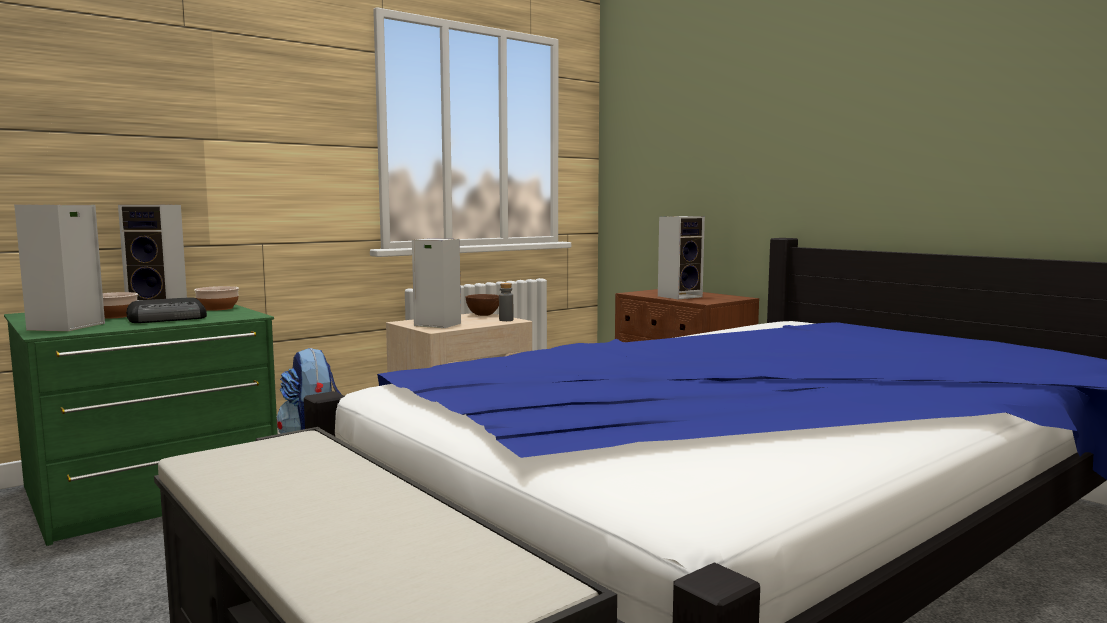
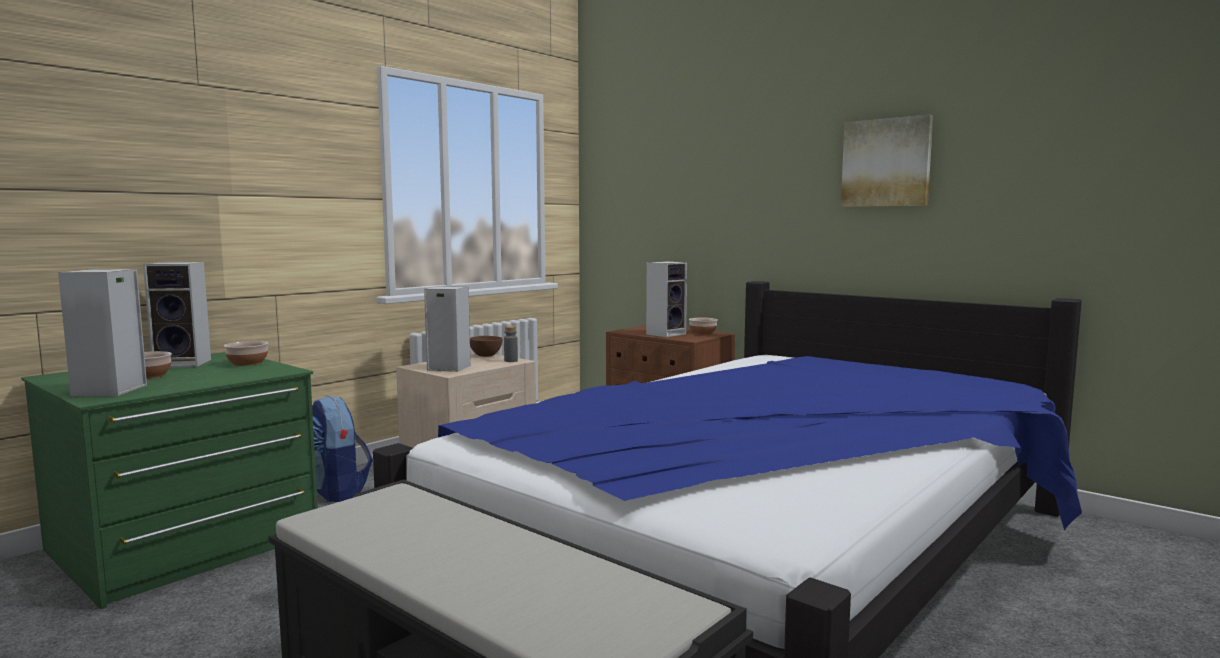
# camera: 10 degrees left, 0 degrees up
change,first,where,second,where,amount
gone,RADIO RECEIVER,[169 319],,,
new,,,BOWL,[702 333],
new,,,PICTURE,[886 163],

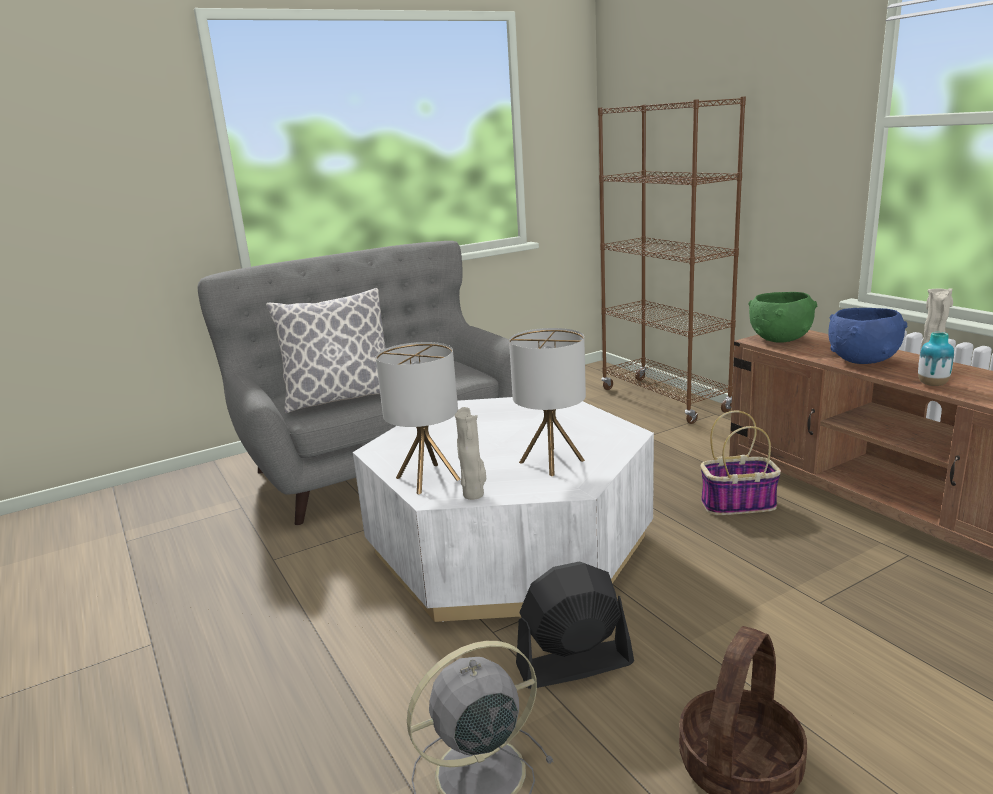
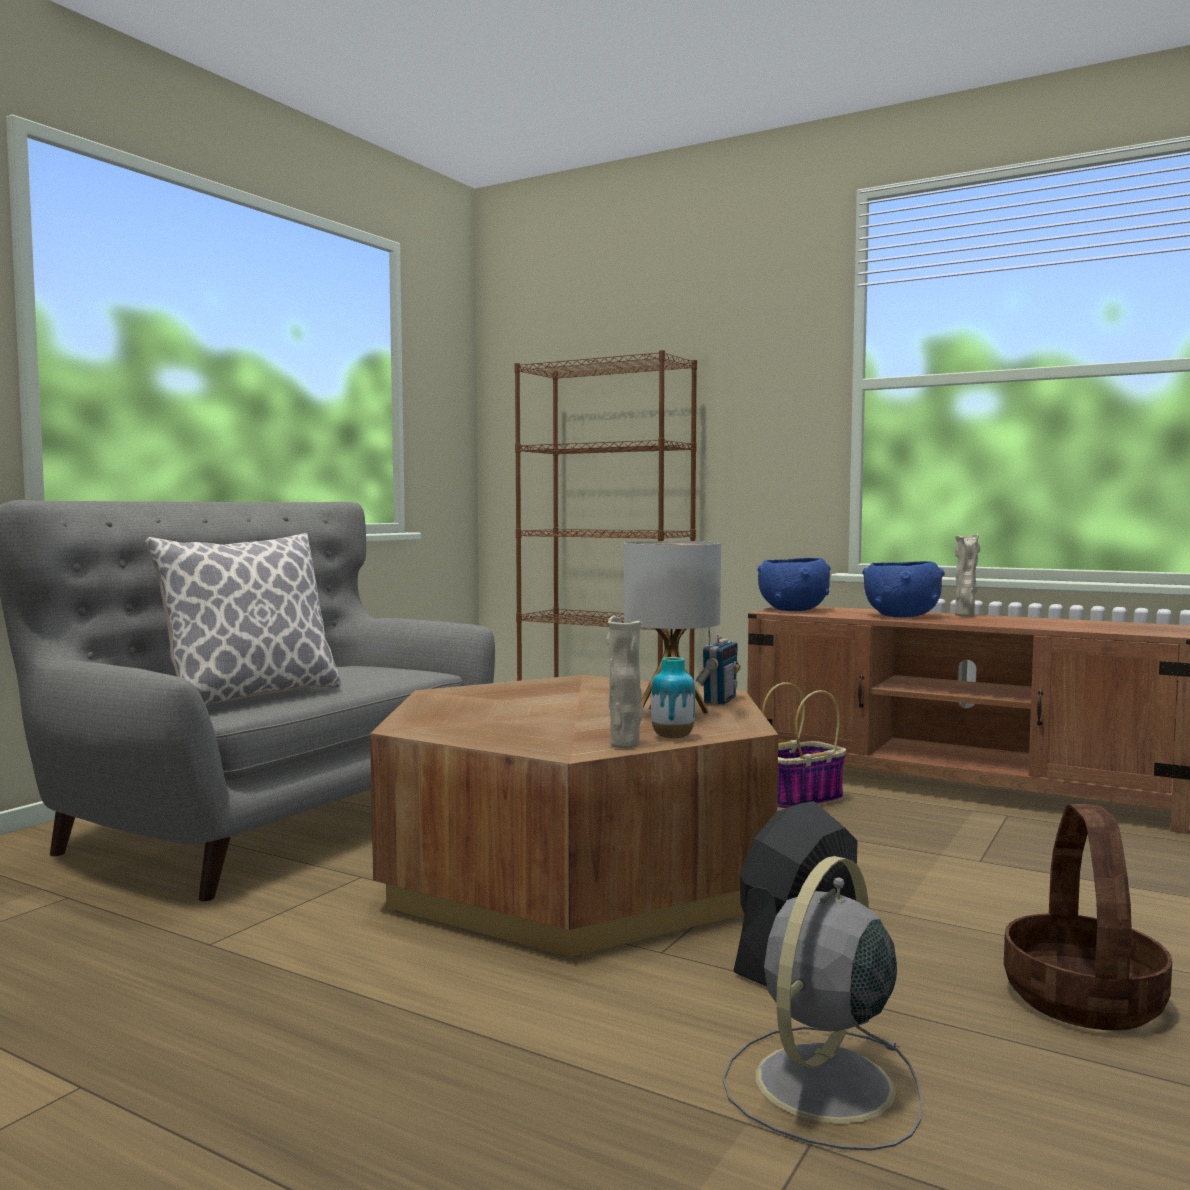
# camera: 30 degrees left, 15 degrees down
change,first,where,second,where,amount
gone,TABLE LAMP,[428 478],,,
new,,,RADIO RECEIVER,[718 700],
shifted,FLOWER VASE,[932 384],,[672 737],
repainted,WHITISH COFFEE TABLE,[510 545],BROWN COFFEE TABLE,[577 871],
repainted,GREEN BOWL,[779 339],BLUE BOWL,[793 610],

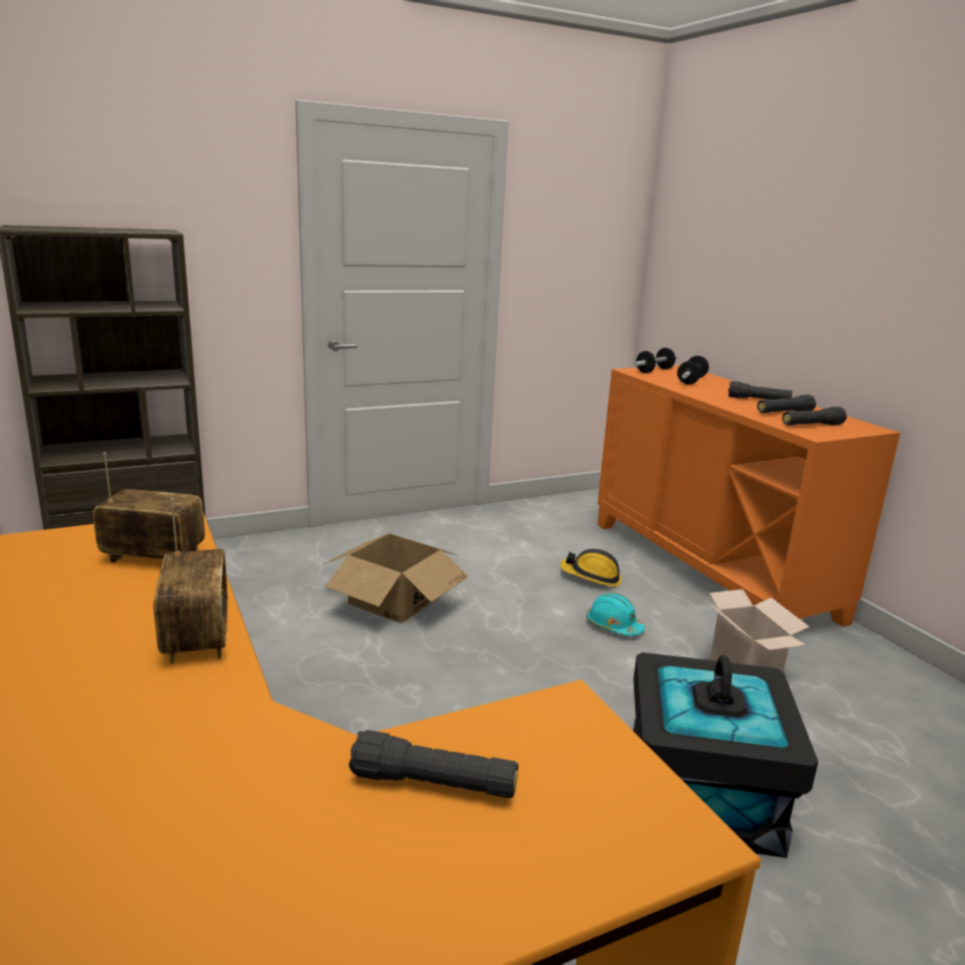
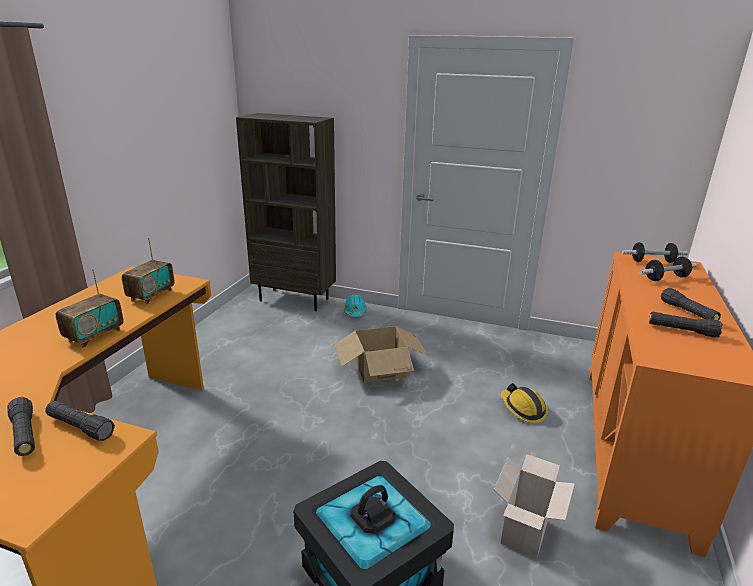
# camera: 45 degrees right, 5 degrees up
change,first,where,second,where,amount
shifted,BLUE-GREEN WORK HELMET,[613 626],,[355 312],
shifted,BLACK HAND TORCH,[812 425],,[80 427],
rotated,RADIO RECEIVER,[154 557],,[151 295],60 degrees clockwise

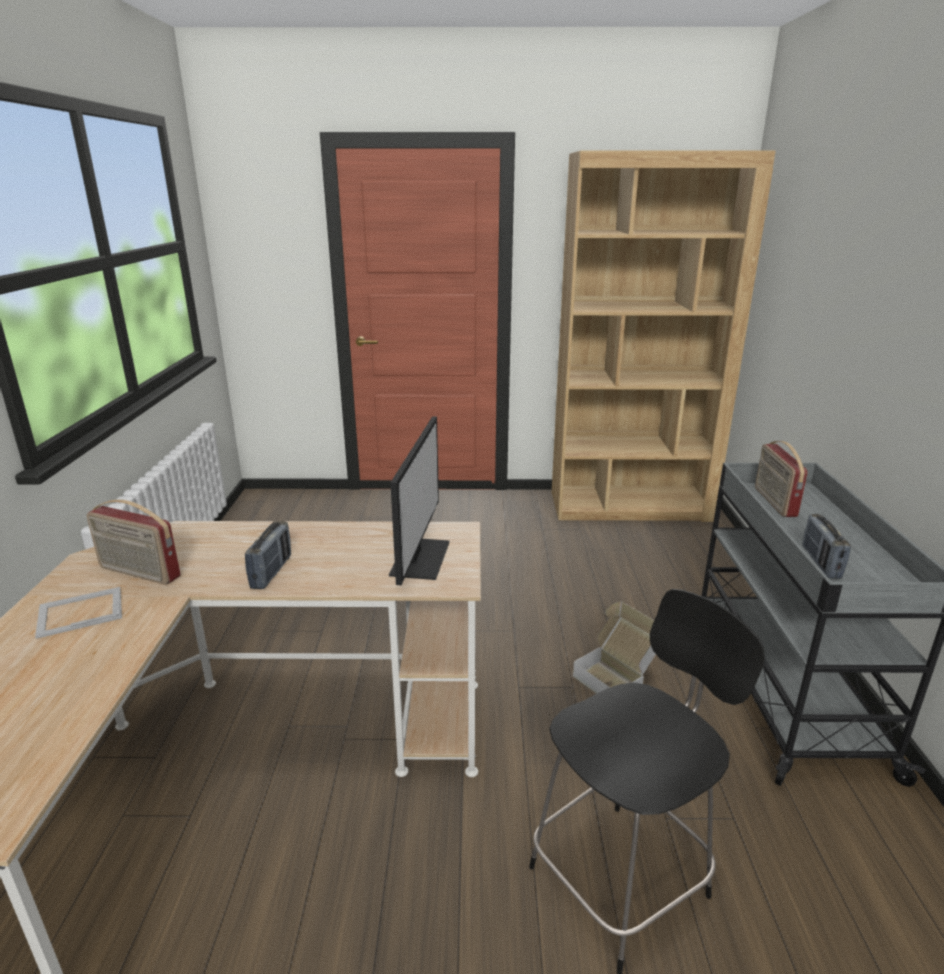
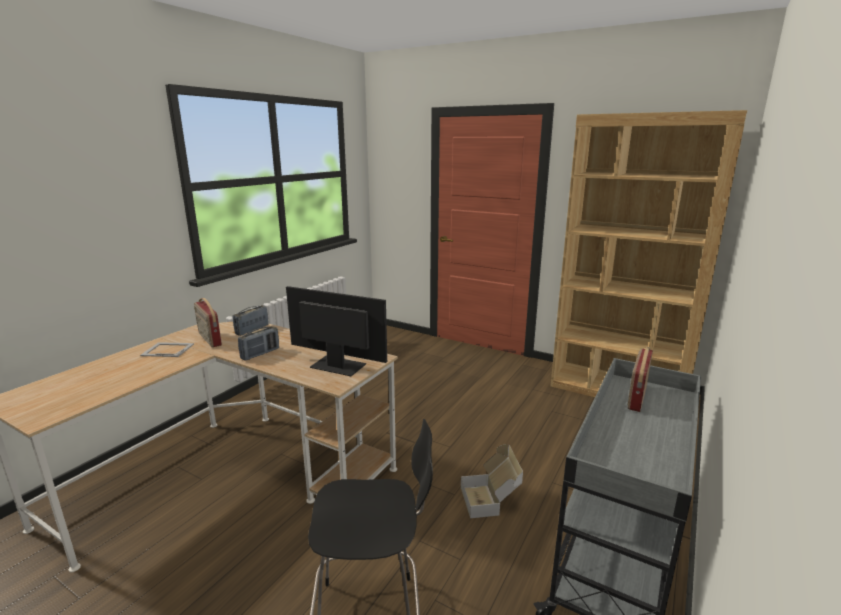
# camera: 30 degrees right, 5 degrees down
change,first,where,second,where,amount
shifted,RADIO RECEIVER,[820 562],,[252 330],
rotated,COMPUTER SCREEN,[419 557],,[337 366],105 degrees counterclockwise

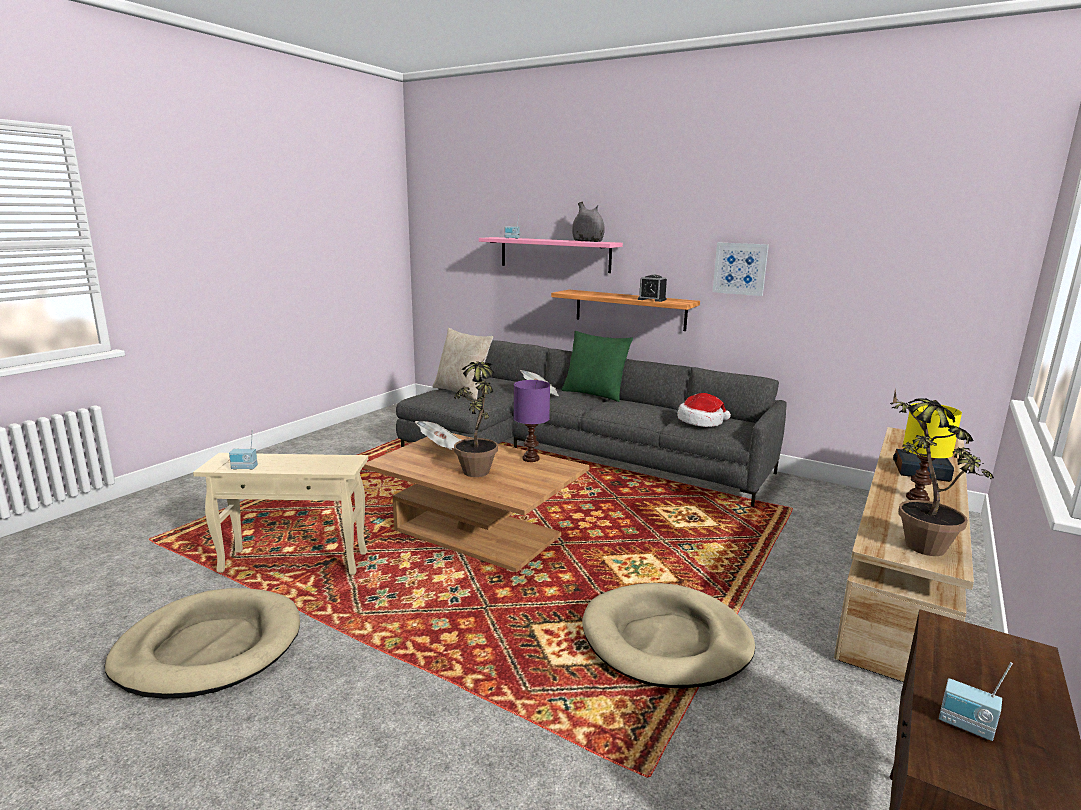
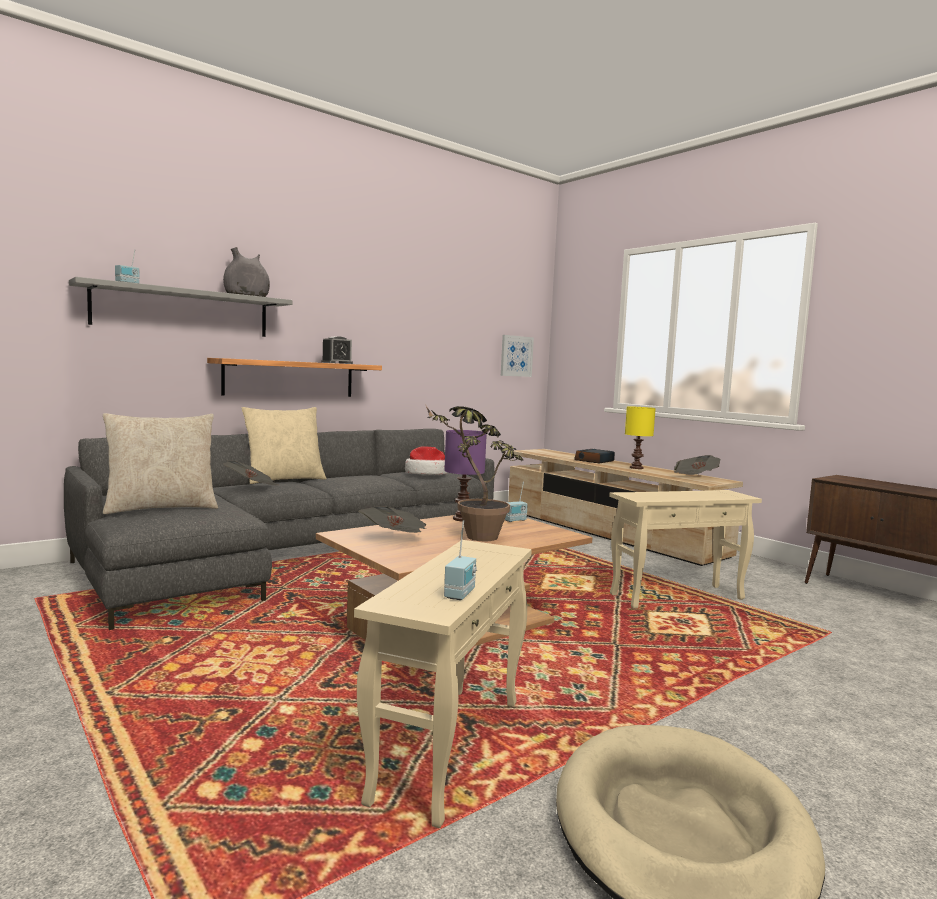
# camera: 70 degrees left, 10 degrees down
change,first,where,second,where,amount
shifted,PICTURE,[740 268],,[516 356],
shifted,RADIO RECEIVER,[965 726],,[515 520],
swapped,BEIGE PET BED,[666 640],BEIGE ACCENT TABLE,[677 597],
swapped,PLANT IN A POT,[915 540],PRINTED PAPER,[695 478],
repainted,PINKISH WALL SHELF,[554 254],GREY WALL SHELF,[183 311],
repainted,GREEN PILLOW,[595 394],BEIGE PILLOW,[284 480],

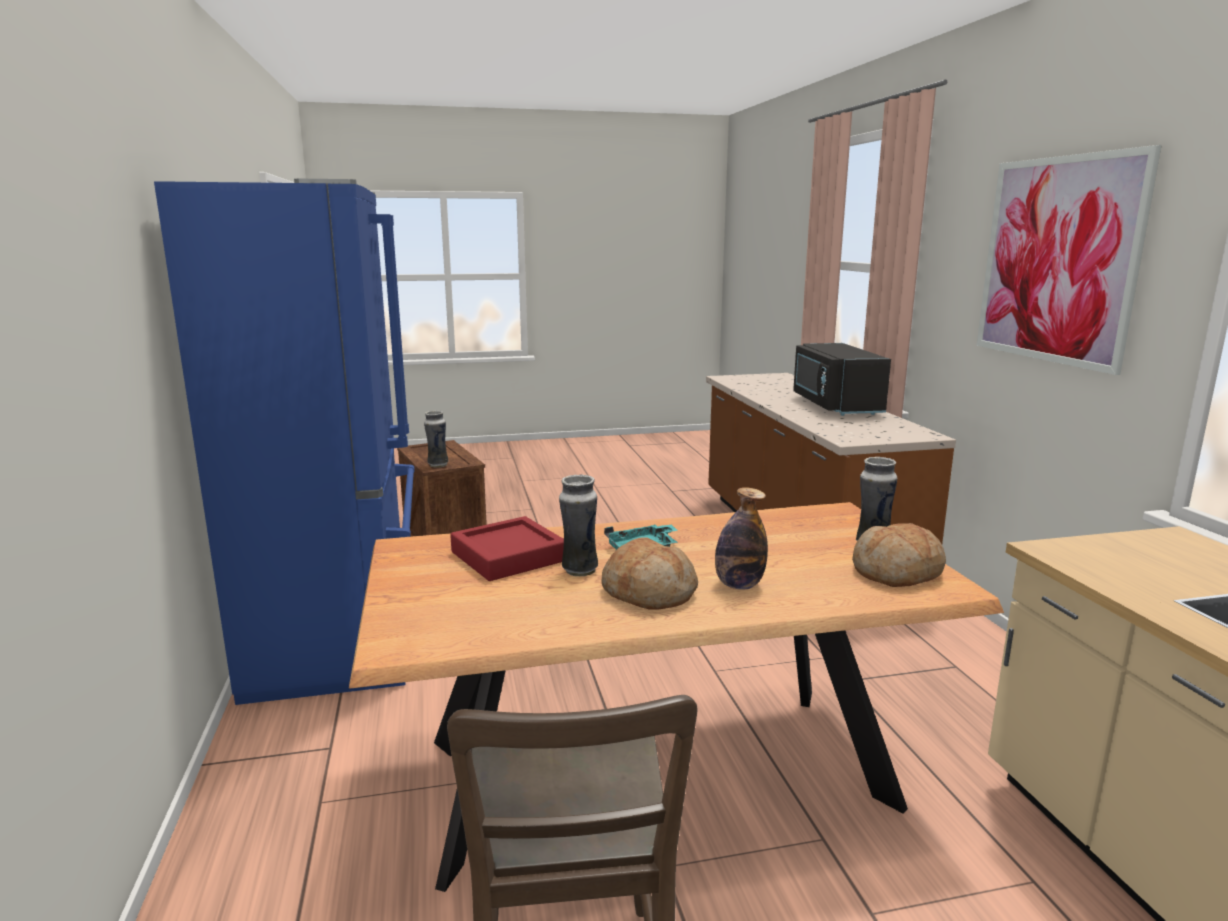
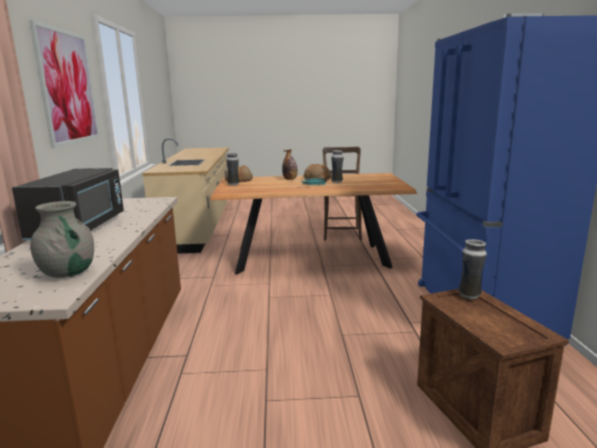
# camera: 170 degrees left, 0 degrees up
change,first,where,second,where,amount
gone,RED SERVING TRAY,[508 556],,,
new,,,GREY FLOWER VASE,[68 272],

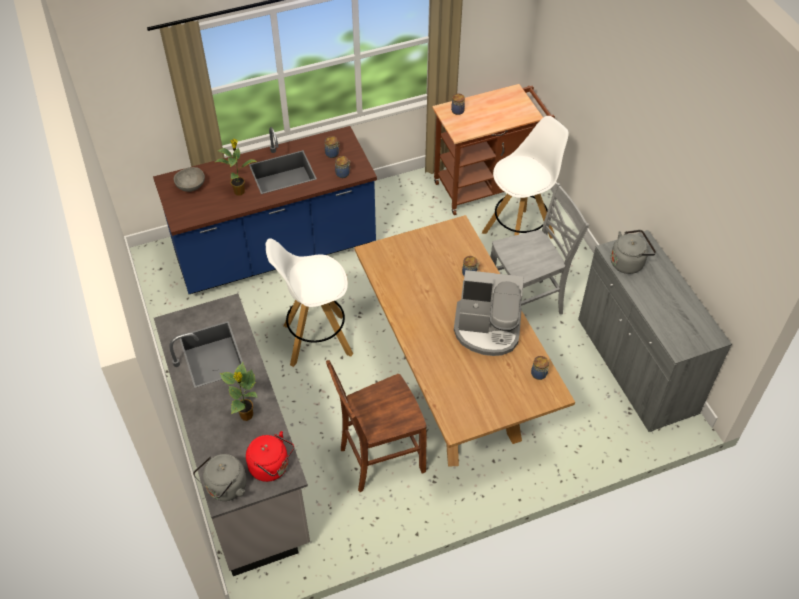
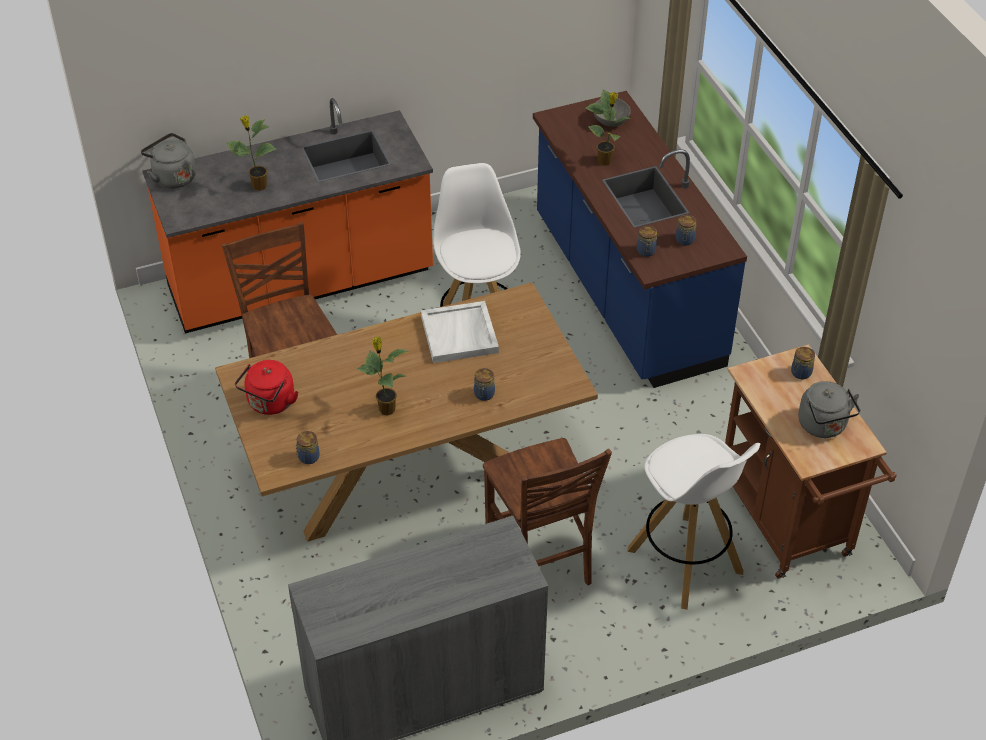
# camera: 90 degrees right, 5 degrees down
change,first,where,second,where,amount
new,,,WHITISH SERVING TRAY,[460 335],
shifted,RED KETTLE,[271 467],,[270 404],
shifted,GREY KETTLE,[628 262],,[824 426],
swapped,COFFEE BREWER,[487 329],PLANT IN A POT,[386 409],
repainted,GREY KITCHEN COUNTER,[243 465],ORANGE KITCHEN COUNTER,[301 283],
repainted,GREY CHAIR,[526 305],BROWN CHAIR,[540 562],

